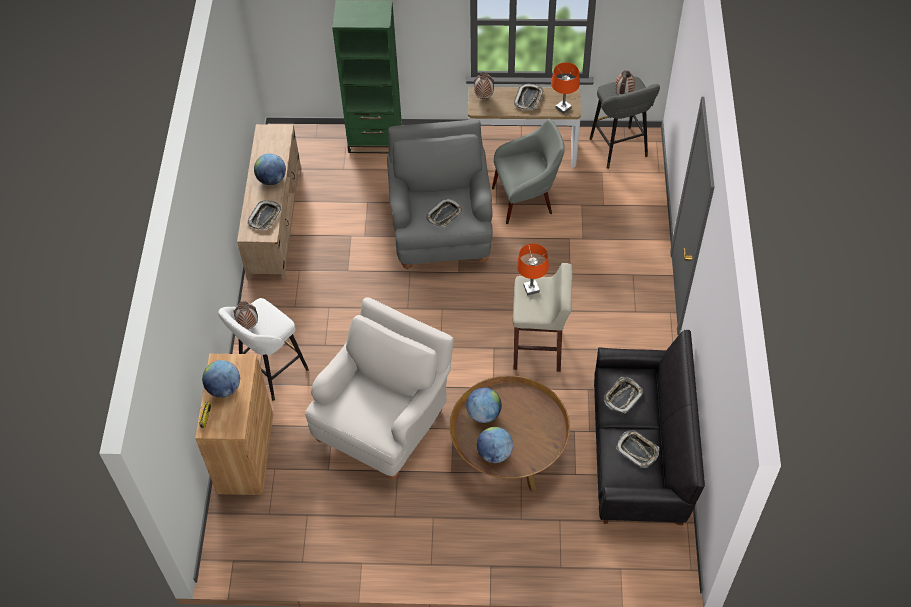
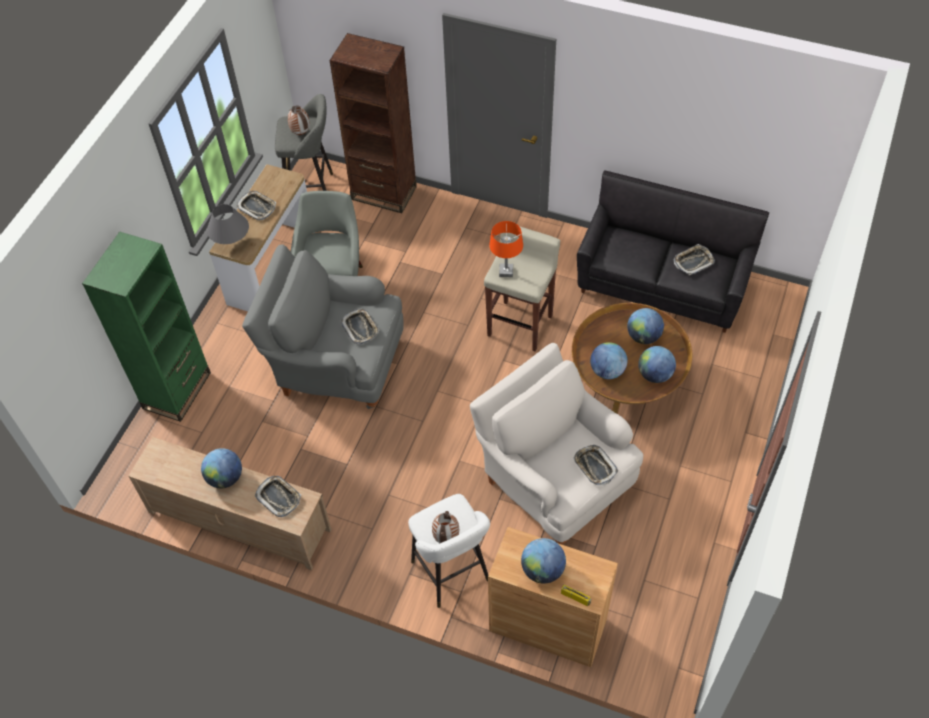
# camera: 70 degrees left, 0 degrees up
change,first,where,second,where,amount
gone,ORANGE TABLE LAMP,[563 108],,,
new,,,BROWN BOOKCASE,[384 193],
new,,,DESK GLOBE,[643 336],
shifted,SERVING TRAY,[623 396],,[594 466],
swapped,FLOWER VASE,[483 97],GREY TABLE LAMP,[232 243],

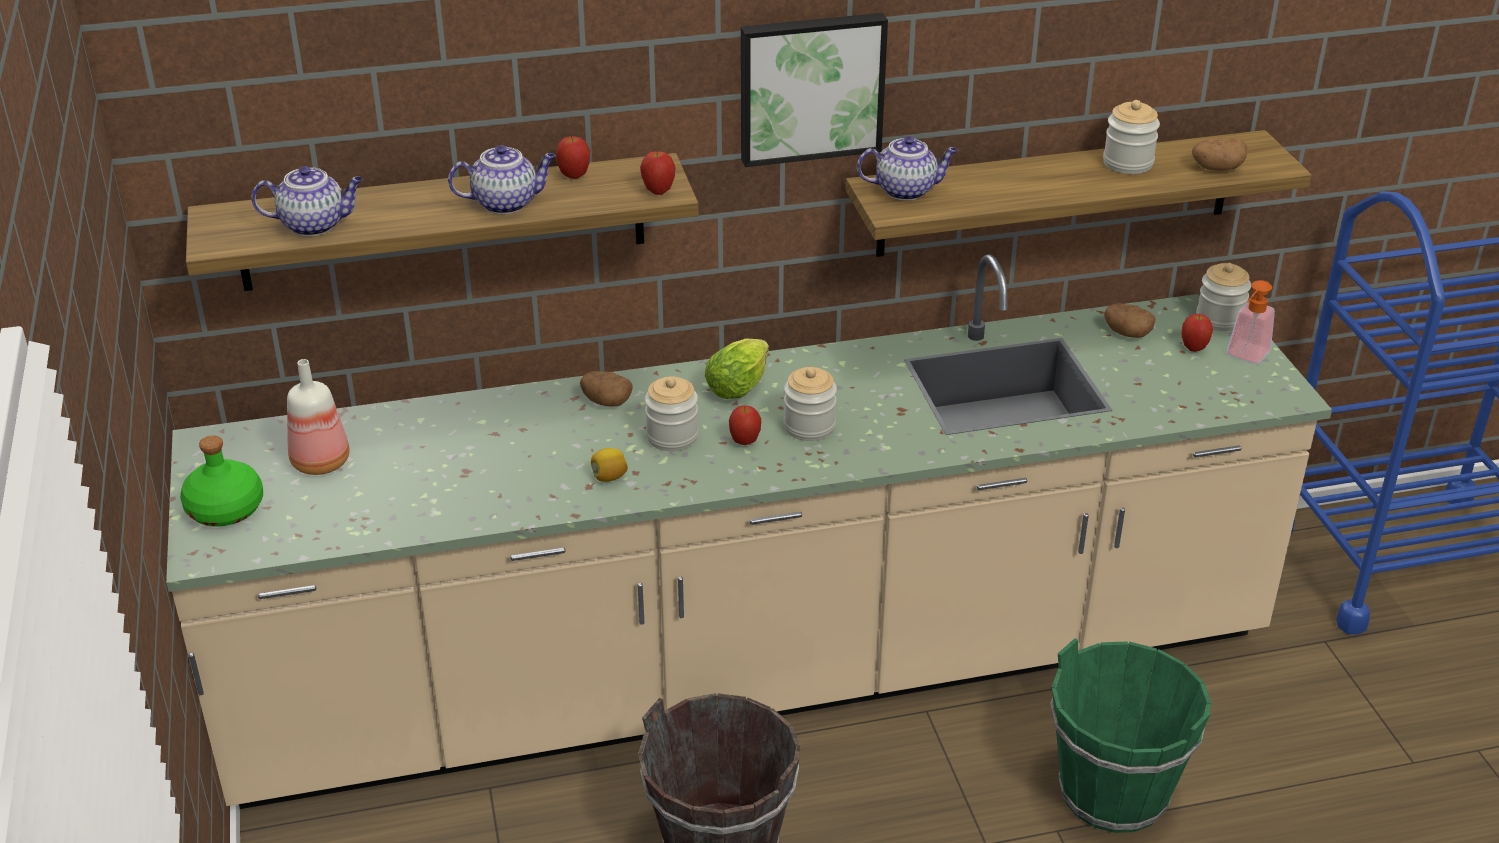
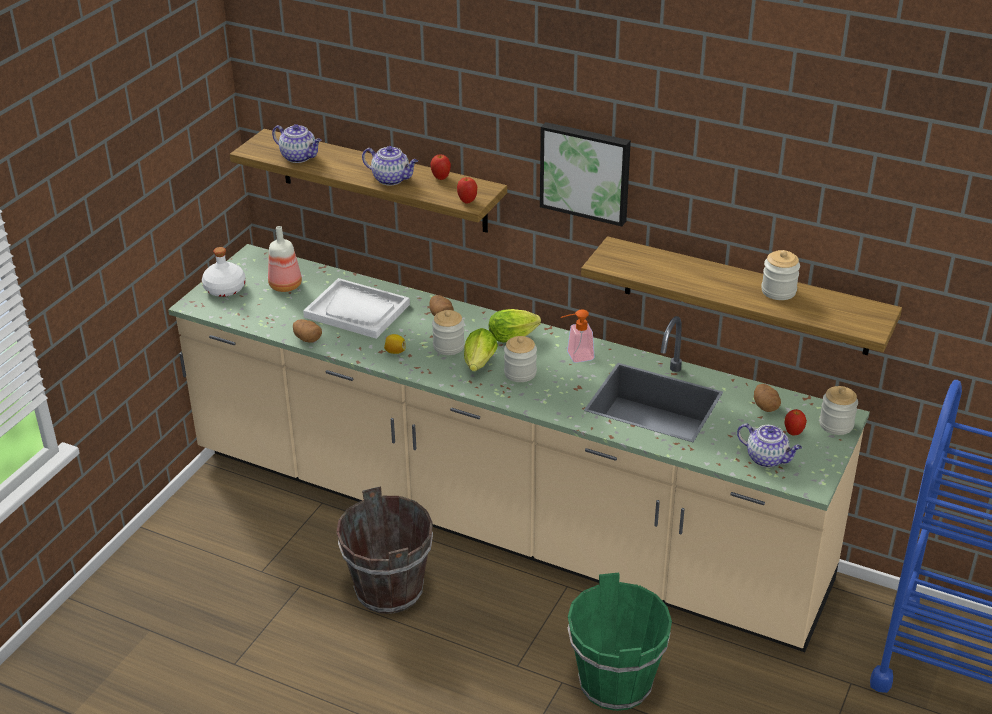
# camera: 40 degrees right, 0 degrees up
change,first,where,second,where,amount
new,,,WHITISH SERVING TRAY,[357 311],
shifted,POT FOR TEA,[906 190],,[767 459],
shifted,POTATO,[1216 168],,[307 339],
shifted,SOAP BOTTLE,[1245 356],,[575 356],
swapped,WHOLE APPLE,[744 442],HEAD OF LETTUCE,[479 365],
repainted,GREEN BOTTLE,[224 510],WHITISH BOTTLE,[224 289],

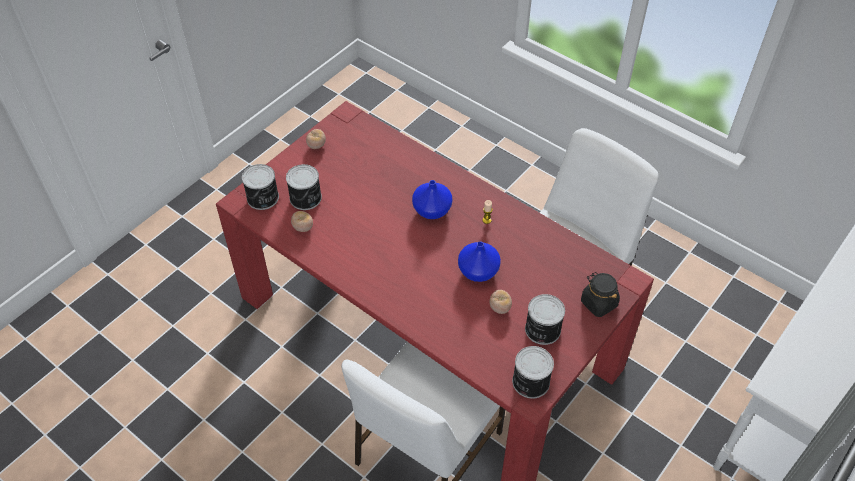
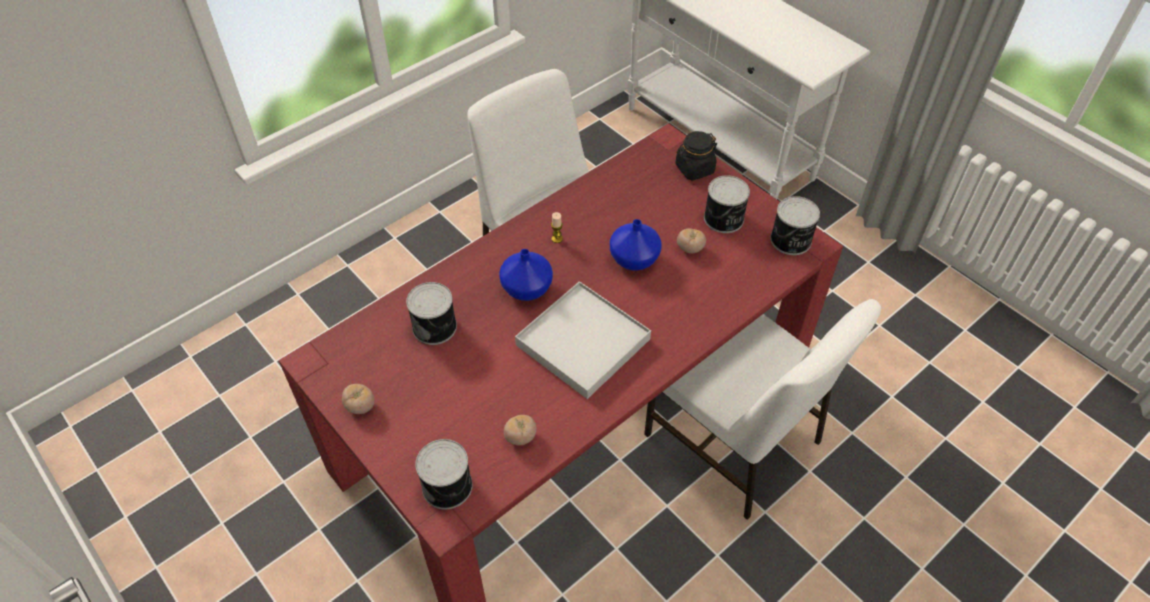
# camera: 80 degrees left, 0 degrees up
change,first,where,second,where,amount
new,,,WHITISH SERVING TRAY,[583 342],
shifted,SEALED CAN,[306 198],,[435 326],

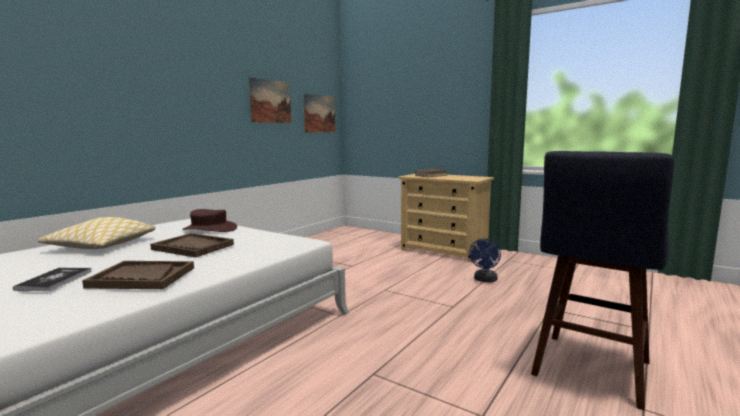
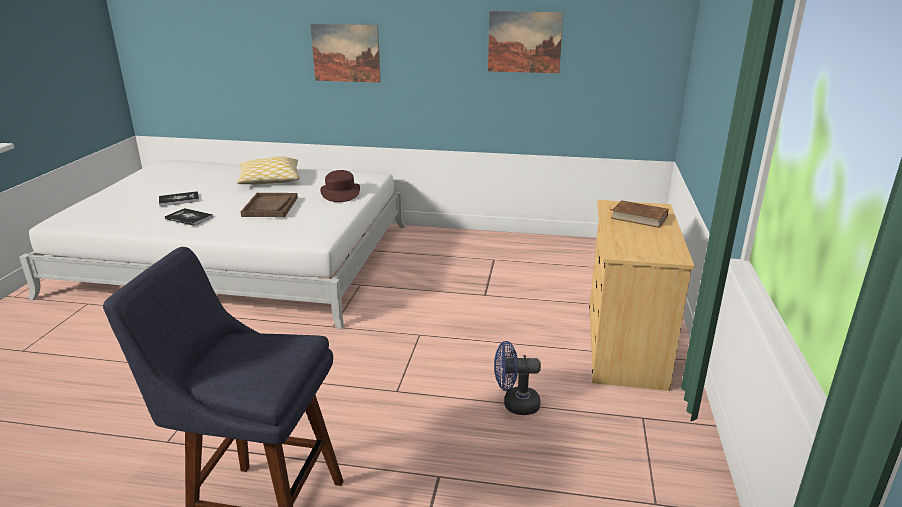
# camera: 65 degrees right, 15 degrees up
change,first,where,second,where,amount
shifted,PICTURE,[319 114],,[346 53],
swapped,BROWN SERVING TRAY,[142 277],BOOK,[189 218],

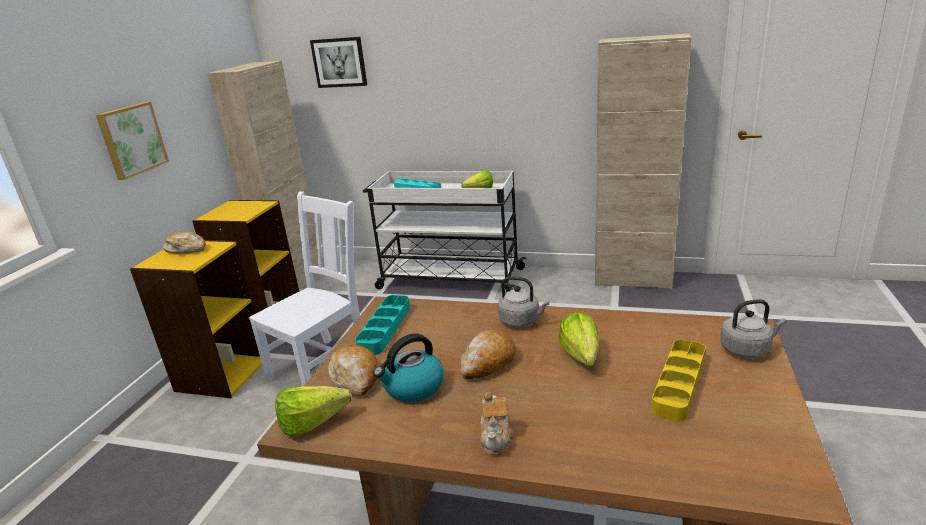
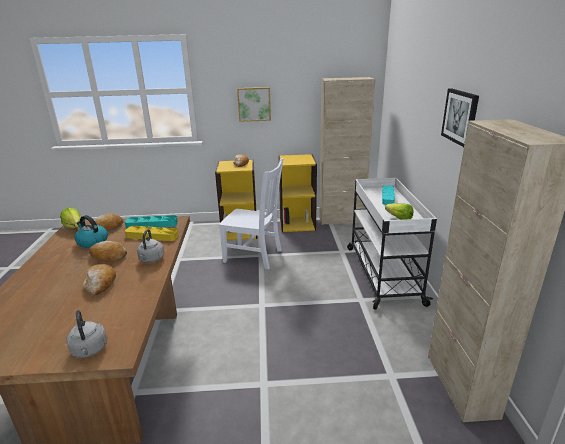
# camera: 70 degrees right, 0 degrees up
change,first,where,second,where,amount
gone,POT FOR TEA,[496 438],,,
shifted,PICTURE,[339 62],,[460 117],
shifted,YELLOWISH SERVING TRAY,[679 383],,[152 236],
swapped,HEAD OF LETTUCE,[581 360],BAKED BREAD,[100 283],

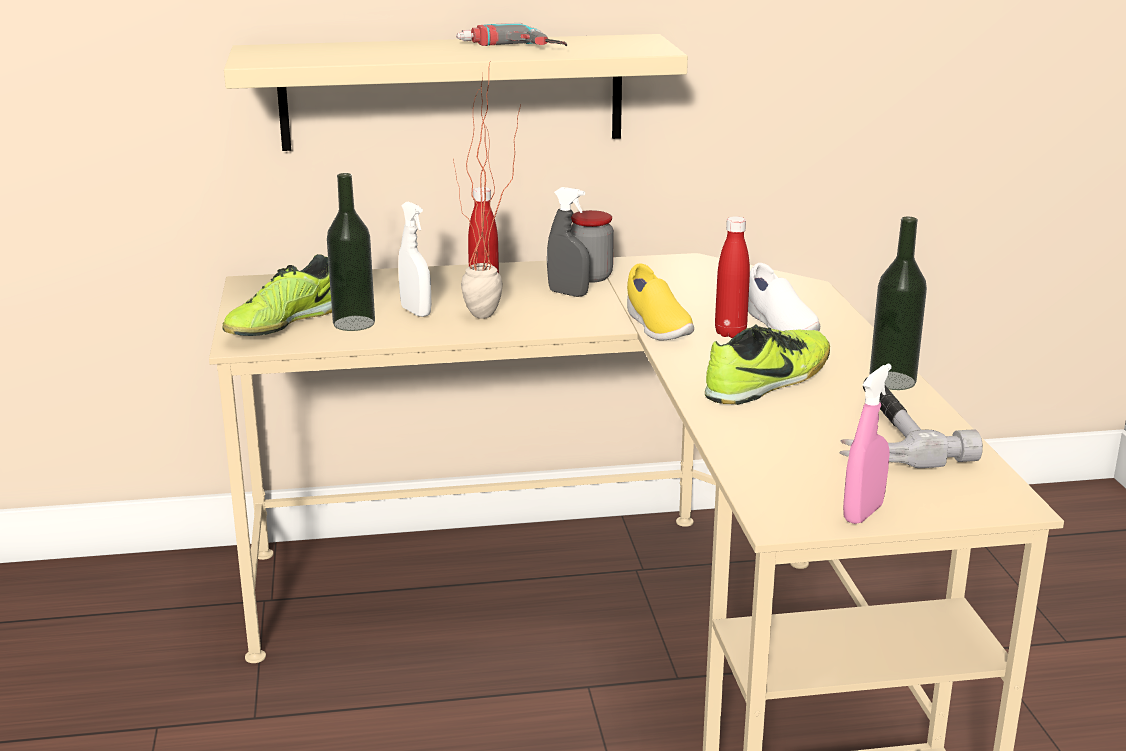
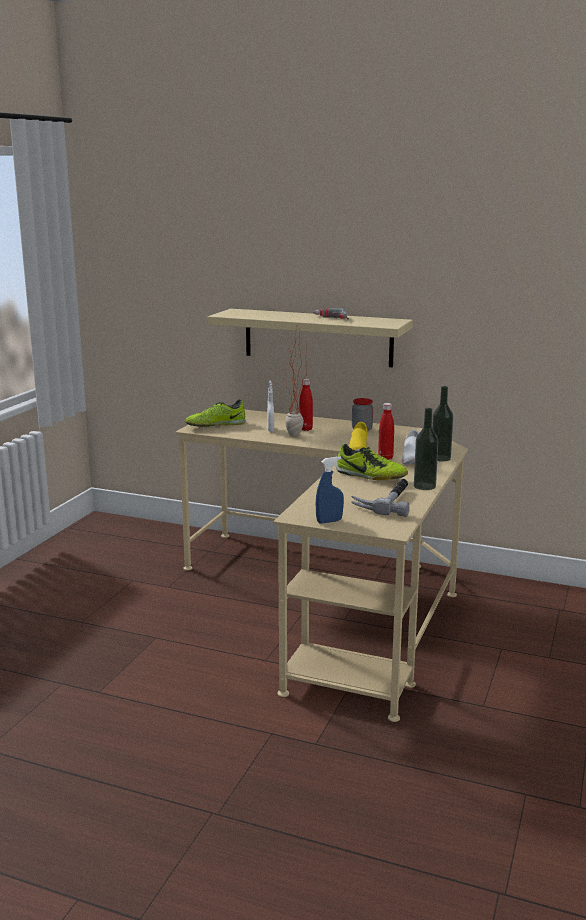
# camera: 30 degrees right, 5 degrees down
change,first,where,second,where,amount
gone,GREY HAND SPRAYER,[568 293],,,
shifted,BOTTLE,[354 323],,[440 458],
repainted,PINKISH HAND SPRAYER,[863 513],BLUE HAND SPRAYER,[329 521],
rotated,ITEM OF FOOTWEAR,[769 381],,[370 476],45 degrees clockwise

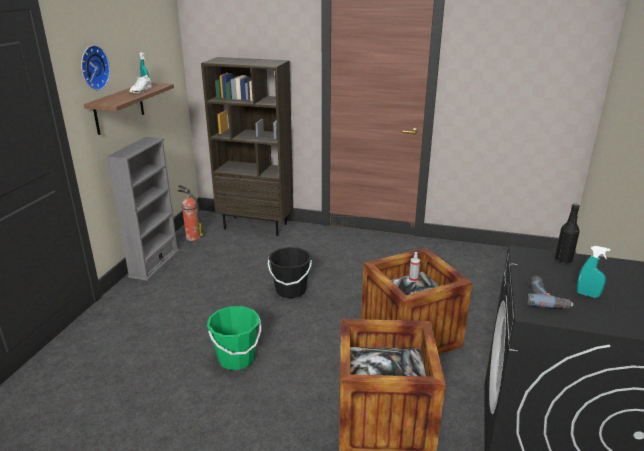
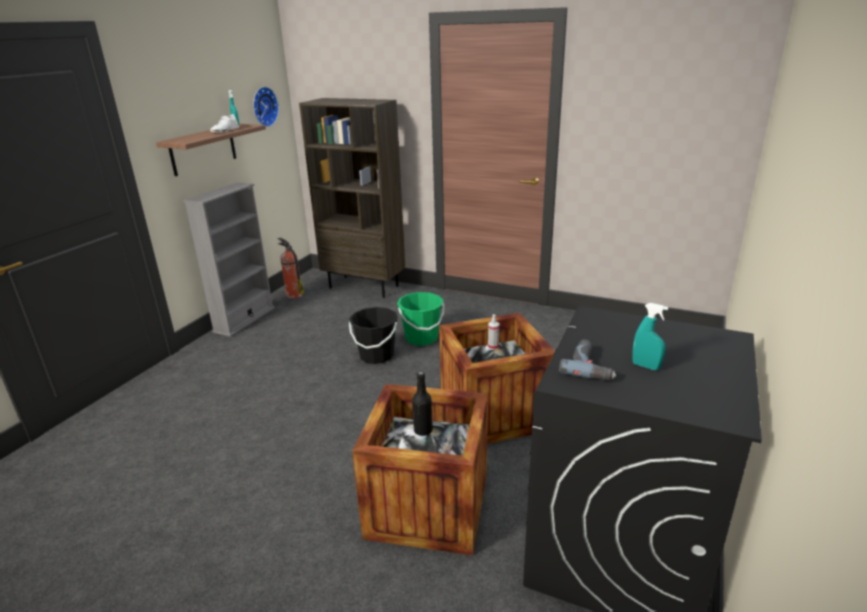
# camera: 10 degrees right, 0 degrees up
change,first,where,second,where,amount
shifted,WALL CLOCK,[92 67],,[263 106],
shifted,GREEN BUCKET,[236 358],,[421 338],
shifted,BLACK BOTTLE,[563 259],,[423 430],

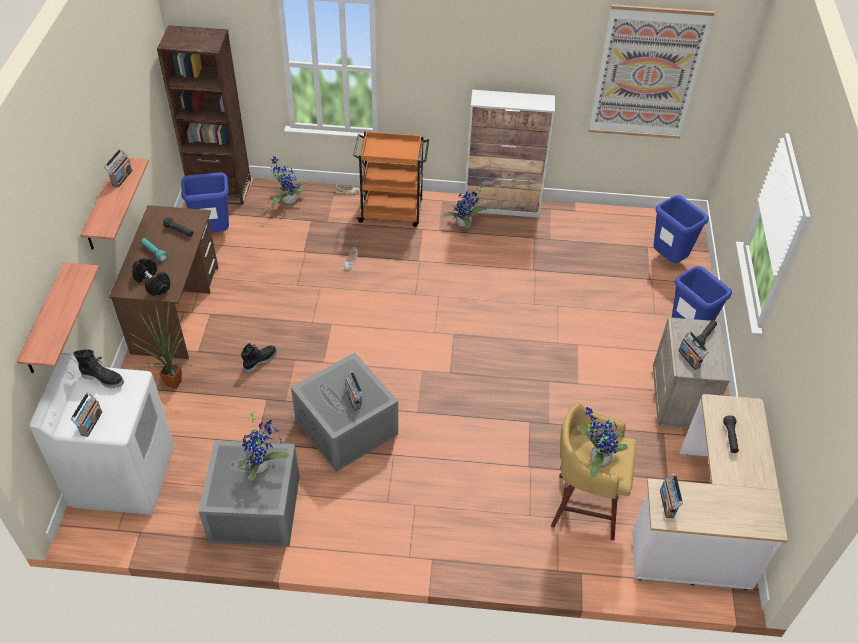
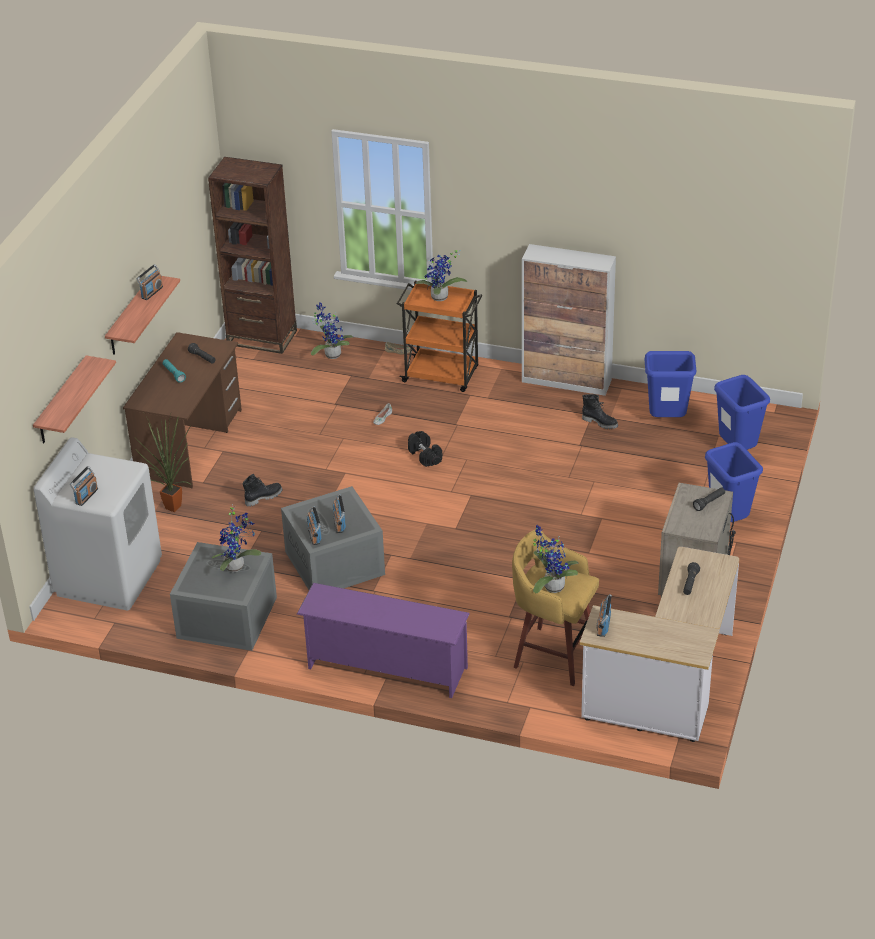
# camera: 15 degrees right, 10 degrees down
change,first,where,second,where,amount
gone,PICTURE,[647 74],,,
new,,,PURPLE SHOE SHELF,[385 669],
shifted,BLACK TALL BOOT,[103 378],,[600 422],
shifted,BLACK HAND WEIGHT,[152 283],,[424 456],
shifted,BLUE RUBBISH BIN,[214 233],,[667 420],
shifted,PLANT IN A POT,[465 226],,[440 298],
shifted,RADIO RECEIVER,[689 358],,[314 535],

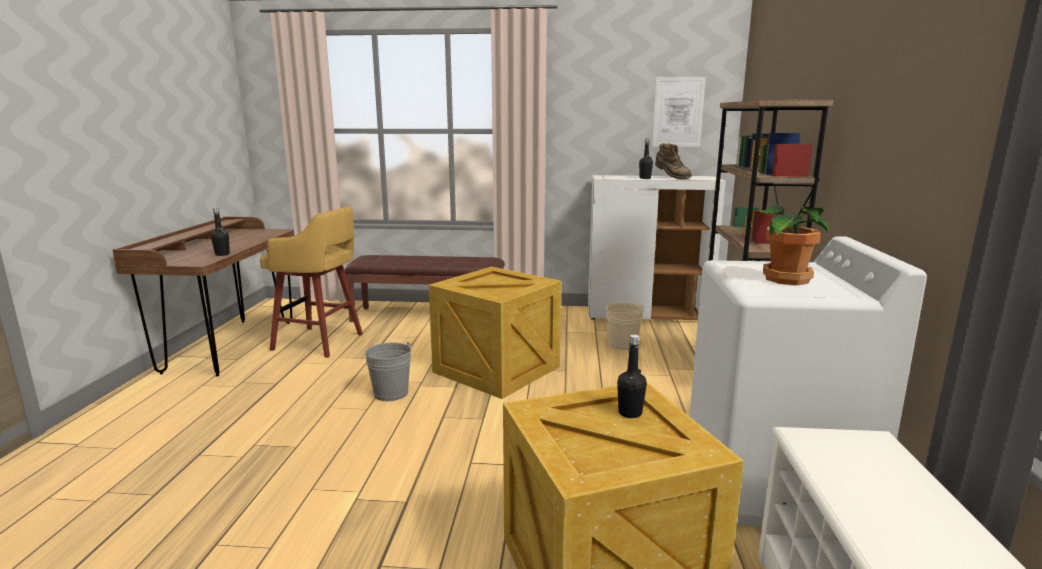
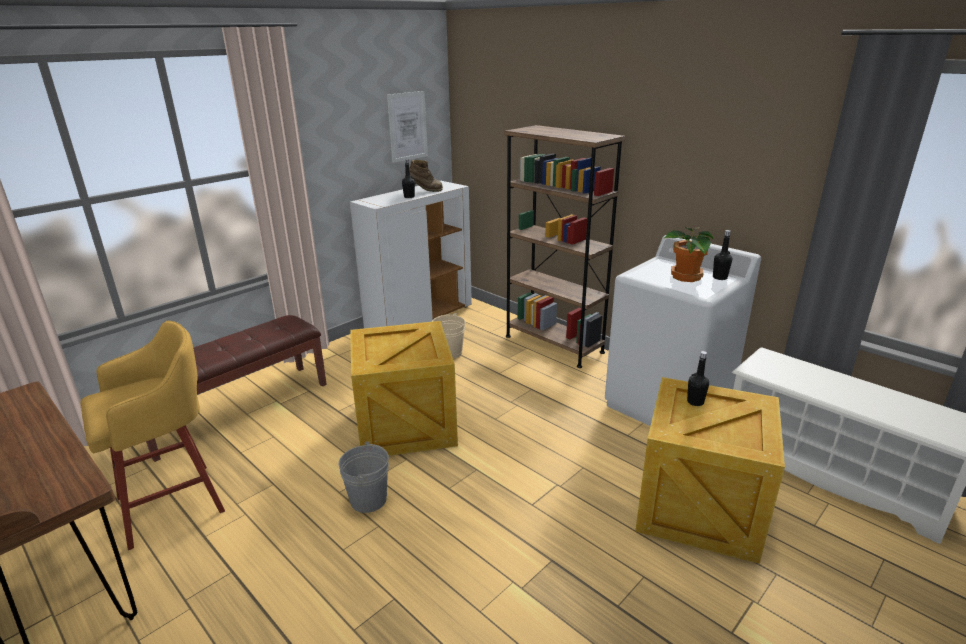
# camera: 50 degrees left, 10 degrees up
change,first,where,second,where,amount
shifted,BLACK BOTTLE,[222 254],,[719 277],

